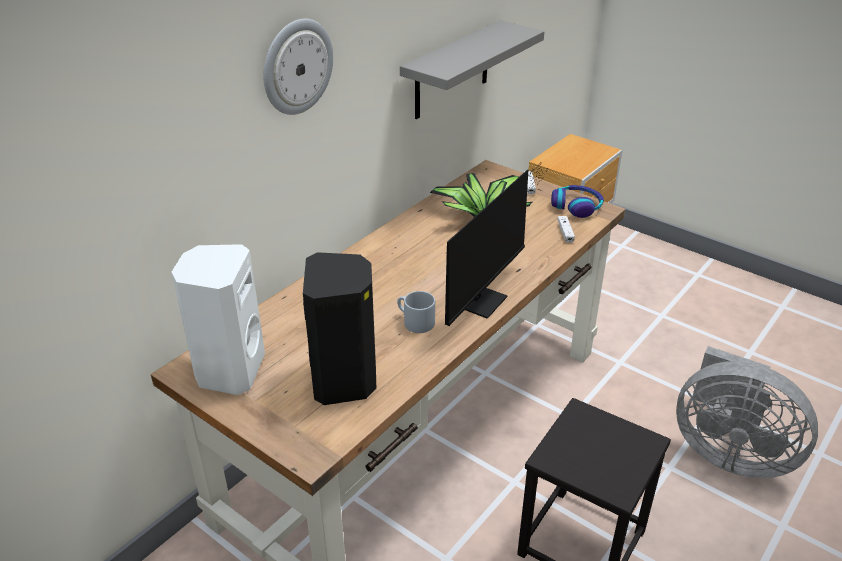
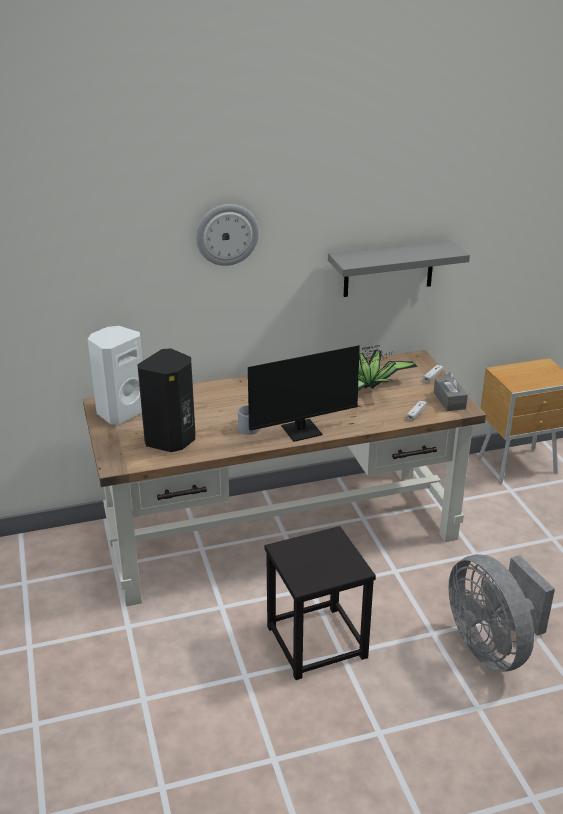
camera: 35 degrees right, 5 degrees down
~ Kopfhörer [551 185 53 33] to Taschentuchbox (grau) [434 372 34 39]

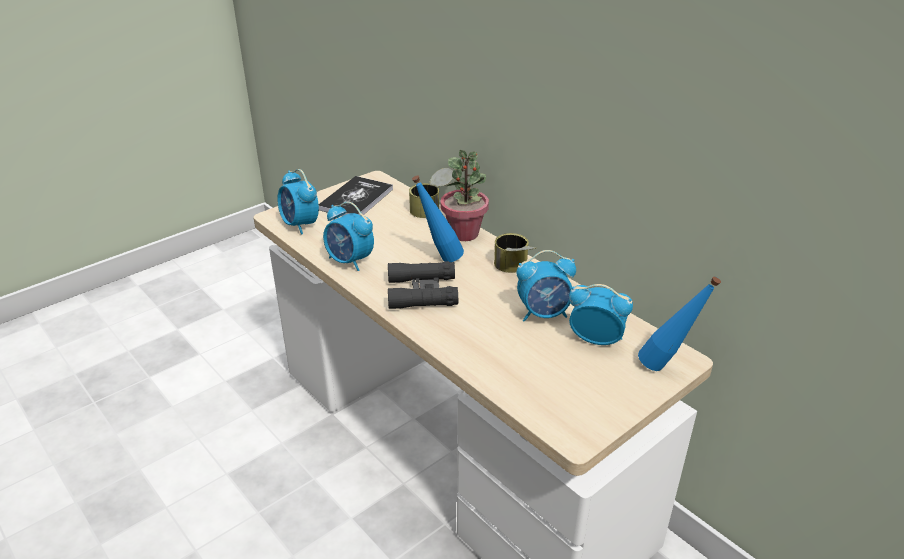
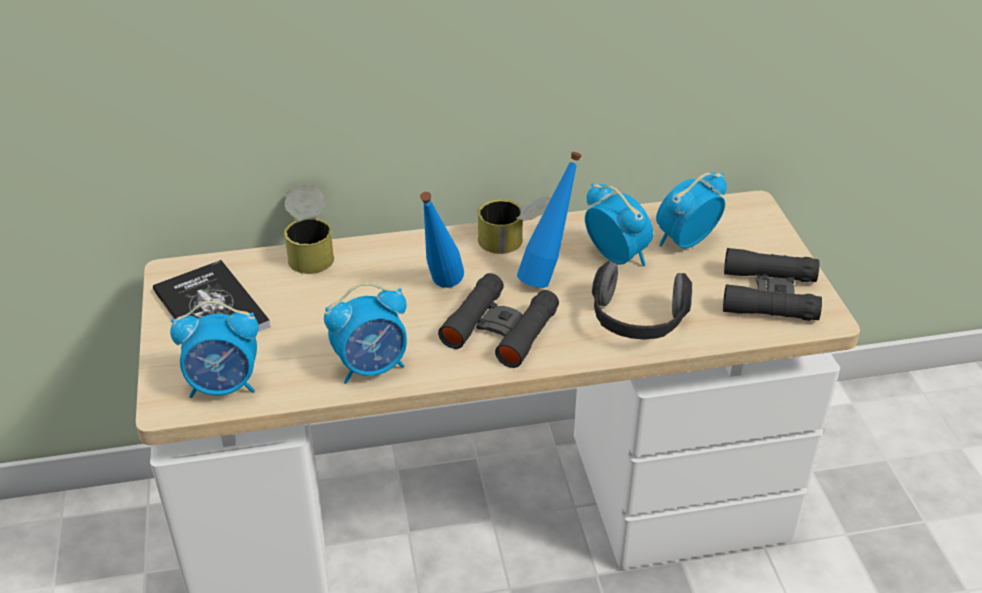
camera: 60 degrees left, 5 degrees up
- Topfpflanze [440 150 49 91]
~ Wecker [517 250 59 71] = [585 183 68 83] 60 degrees counterclockwise
~ Flasche (blau) [638 276 83 95] to [517 152 65 136]
+ Kopfhörer [592 261 101 79]
+ Fernglas (schwarz) [723 248 99 73]

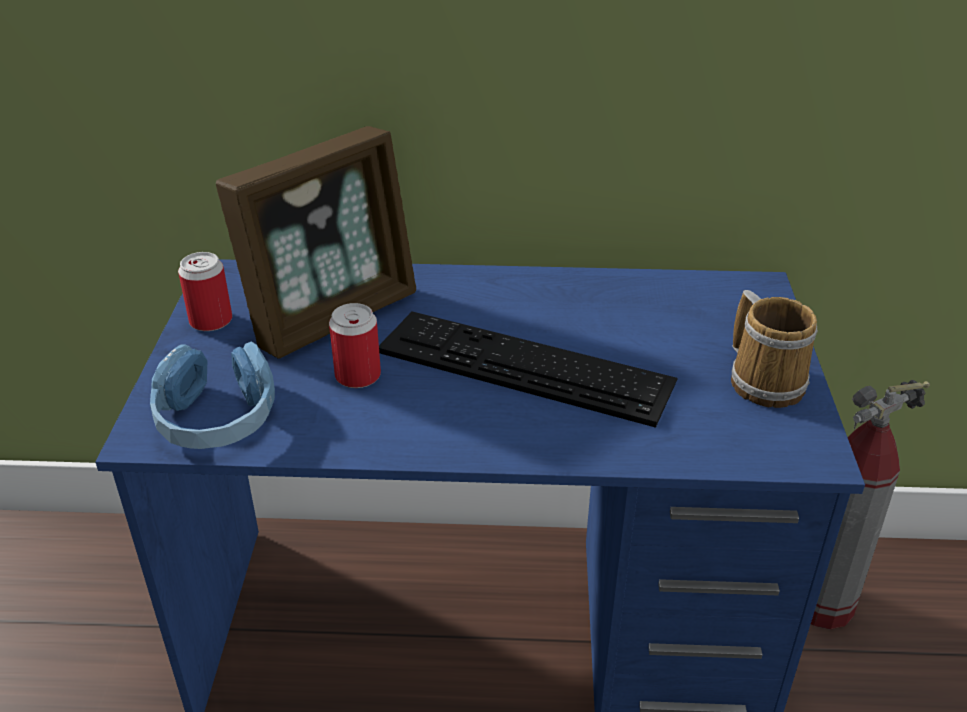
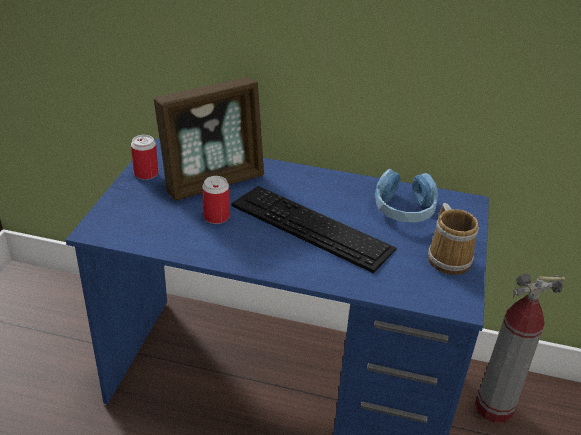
camera: 10 degrees right, 0 degrees up
~ Kopfhörer (blau) [150 342 125 107] to [375 169 63 54]

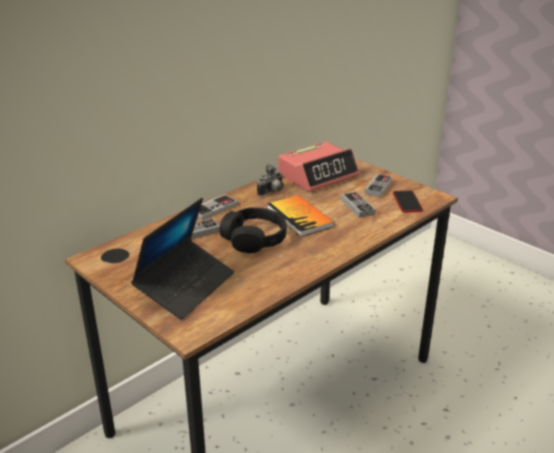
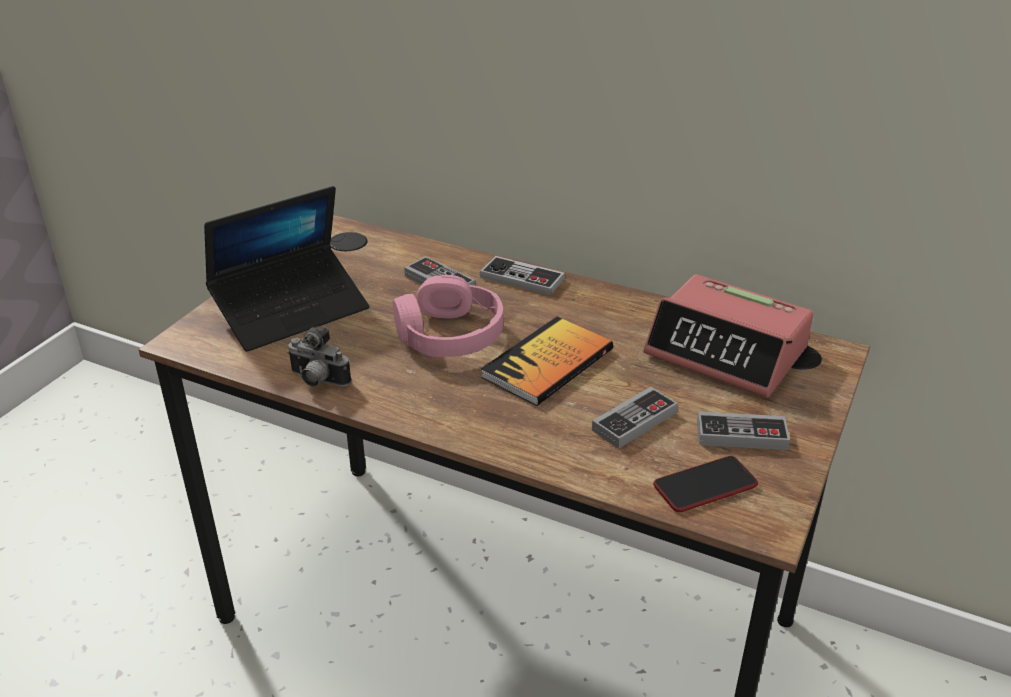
camera: 70 degrees right, 5 degrees up
~ Laptop [131 198 103 122] = [204 186 165 166] 45 degrees counterclockwise
~ Kopfhörer (schwarz) [219 207 68 46] to Kopfhörer (rosa) [393 275 111 82]
~ Kamera [257 164 26 32] to [287 326 64 61]

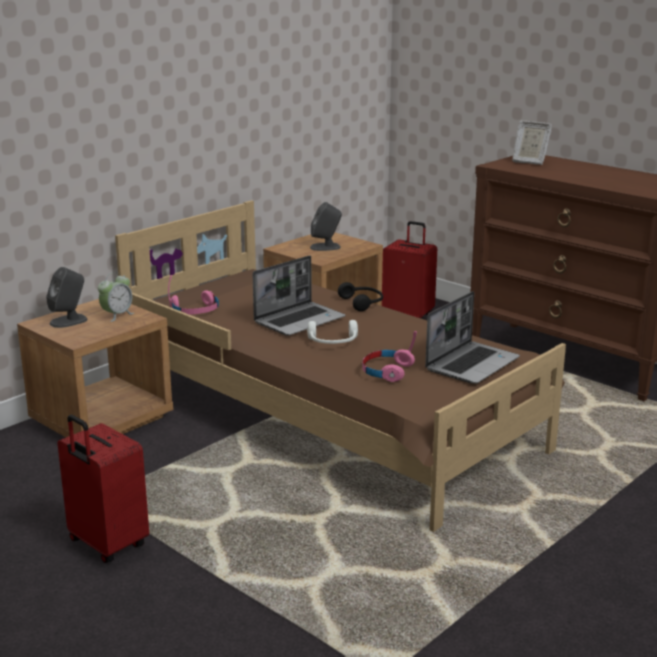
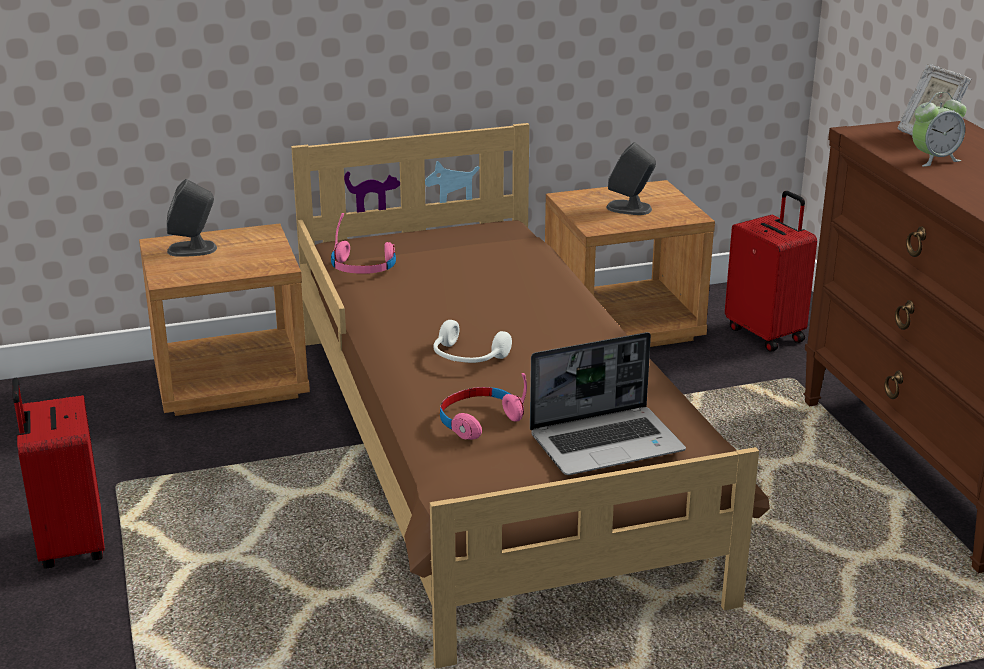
camera: 30 degrees right, 5 degrees up
~ Wecker [98 272 36 50] to [912 92 54 75]
- Laptop [253 255 92 81]
- Kopfhörer (schwarz) [338 282 45 29]

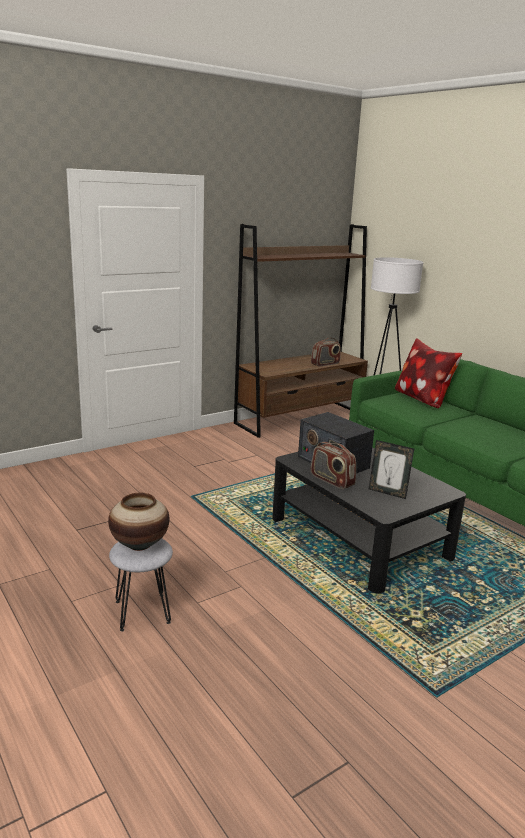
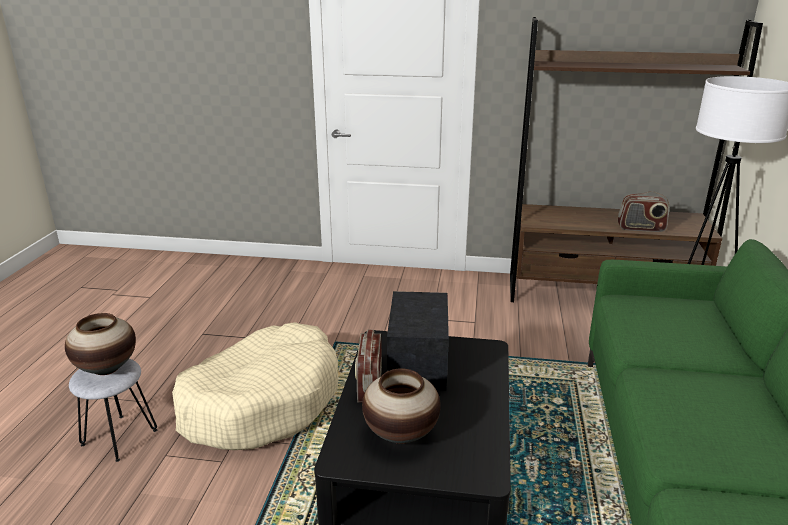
camera: 45 degrees right, 5 degrees up
~ Bilderrahmen [369 440 45 59] to Vase [362 368 79 76]
- Kissen [395 338 67 70]
+ Hundebett (beige) [172 322 167 128]

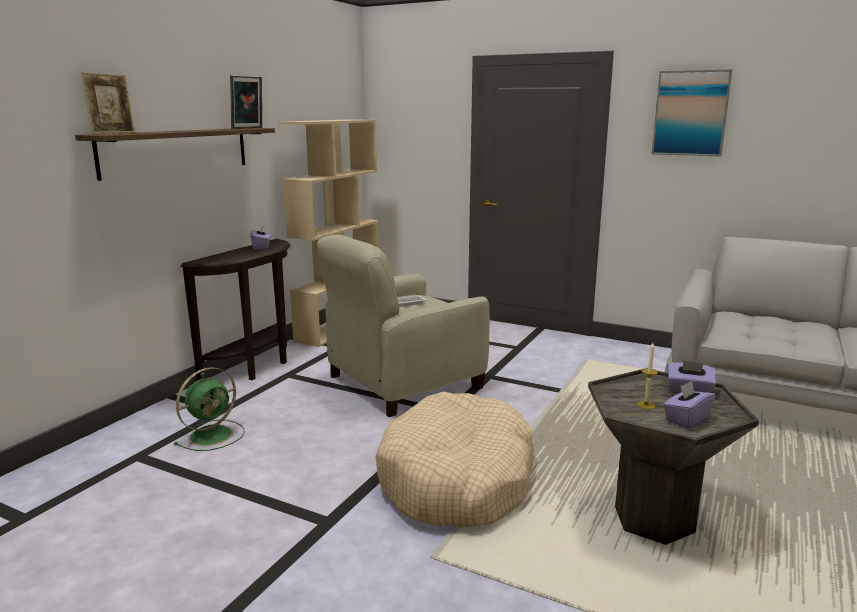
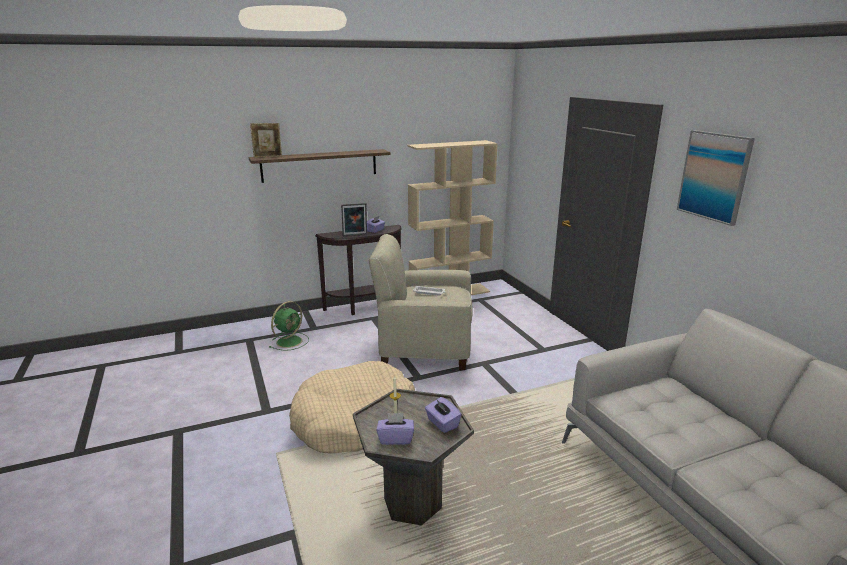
camera: 40 degrees right, 5 degrees up
~ Ventilator (grün) [174 367 71 84] = [269 301 40 50] 45 degrees counterclockwise
~ Bilderrahmen [230 76 32 53] to [341 203 26 33]

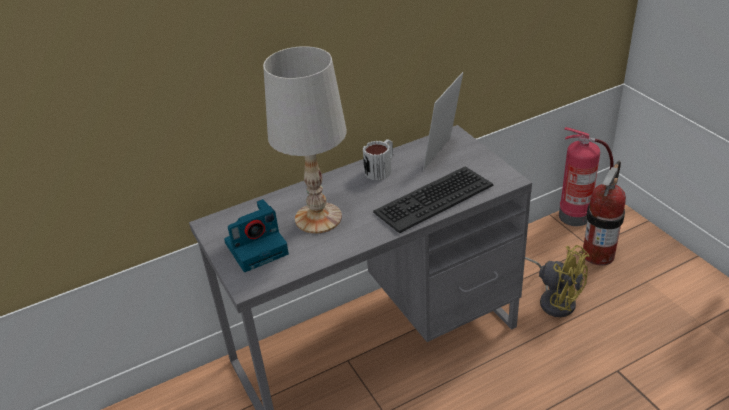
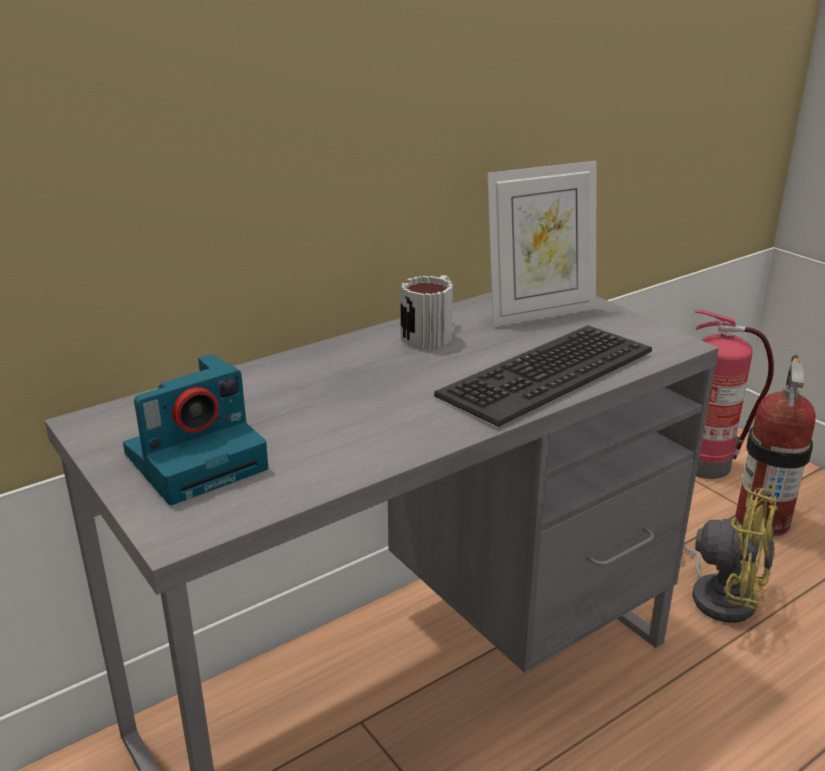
camera: 10 degrees left, 10 degrees down
- Tischlampe (weiß) [263 46 84 188]
~ Bilderrahmen [423 72 40 99] = [487 161 110 166] 135 degrees counterclockwise

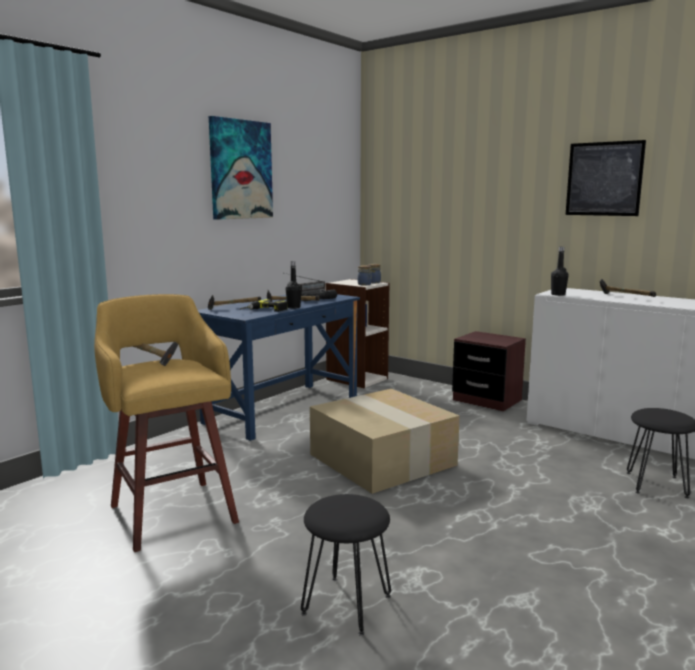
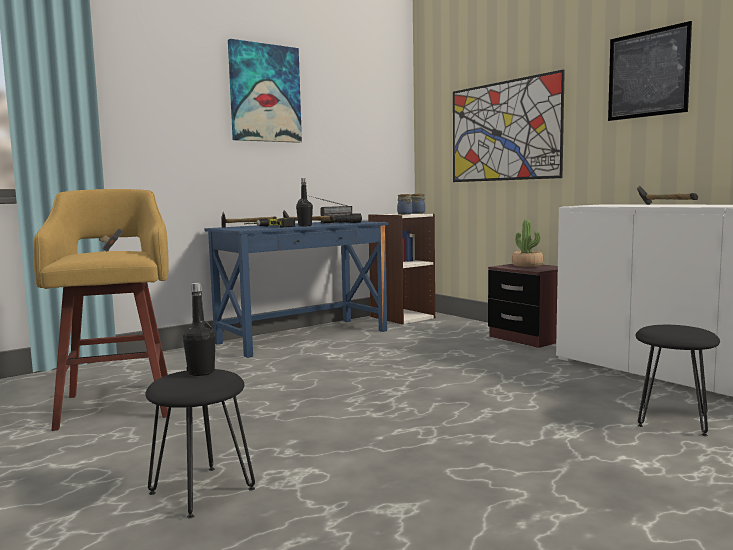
camera: 15 degrees right, 5 degrees down
- Karton [310 389 150 105]
~ Flasche (schwarz) [551 247 17 49] to [183 282 33 94]
+ Bild [453 69 112 113]
+ Topfpflanze [512 219 31 48]

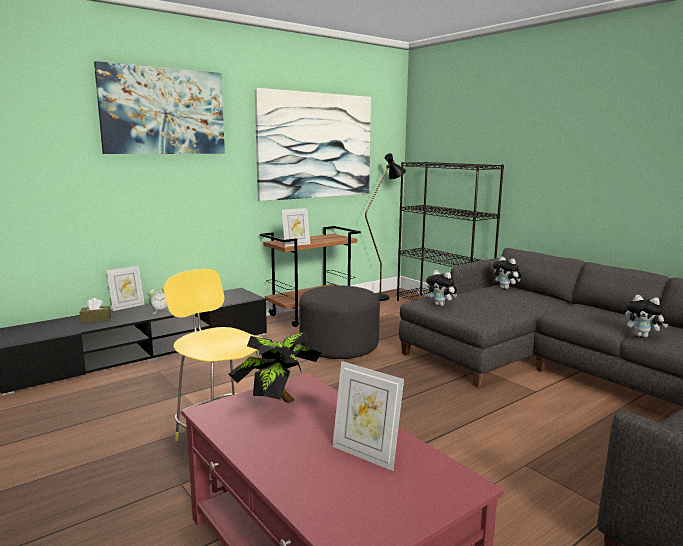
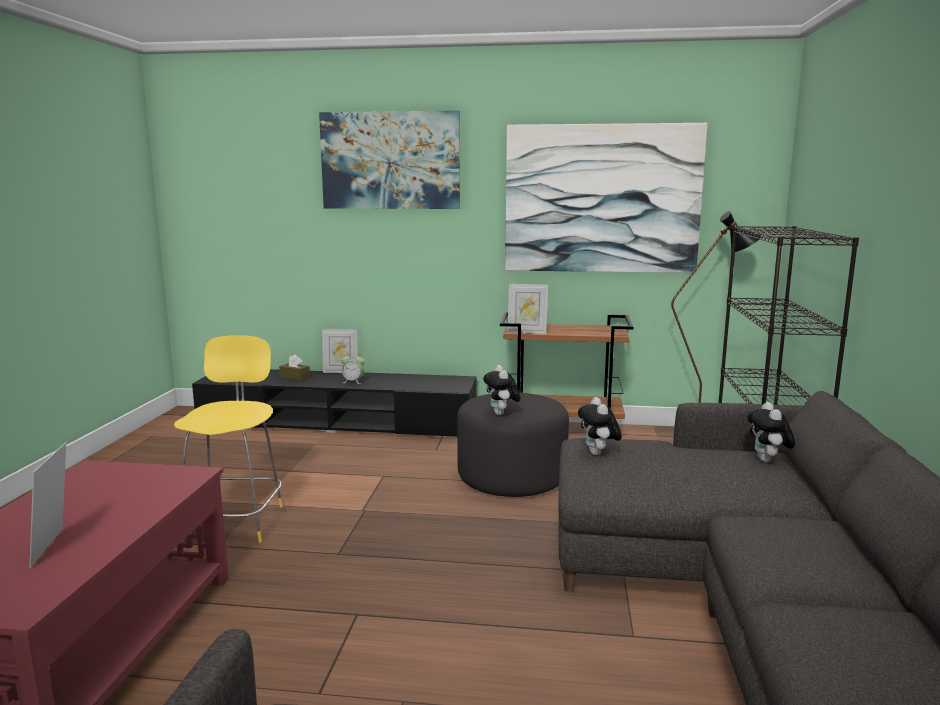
camera: 45 degrees right, 0 degrees up
- Topfpflanze [229 331 95 72]
~ Plüschtier [625 295 44 43] to [483 365 38 50]

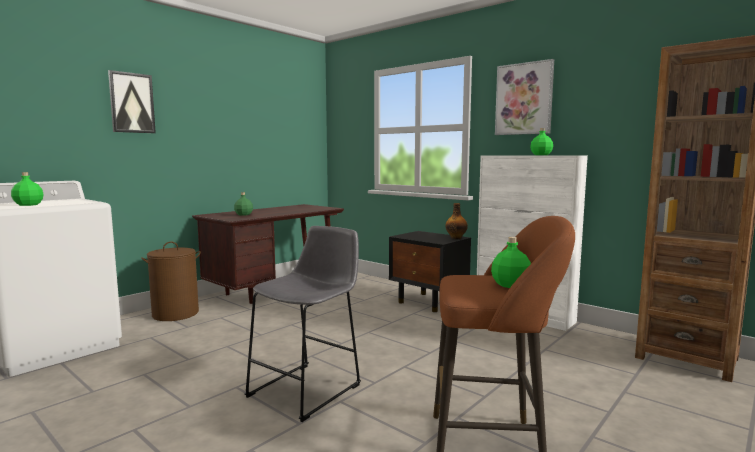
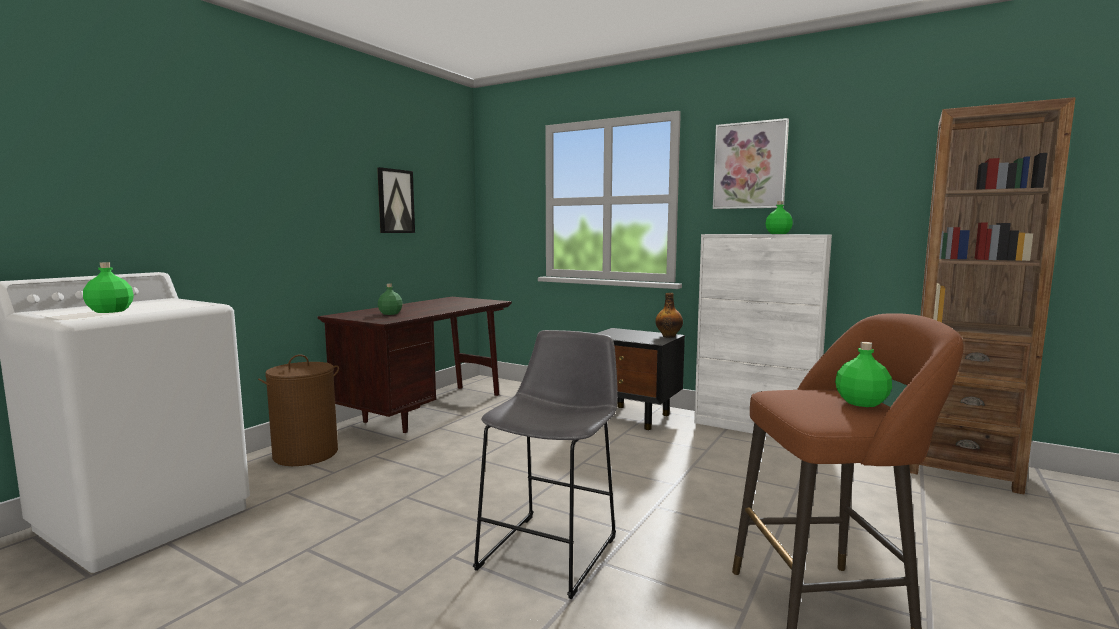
camera: 10 degrees left, 0 degrees up
~ Bild [108 70 48 63] to [377 167 38 66]

